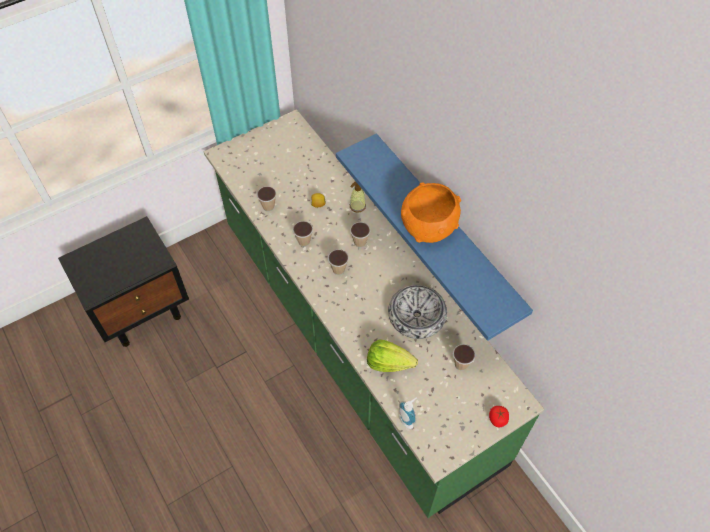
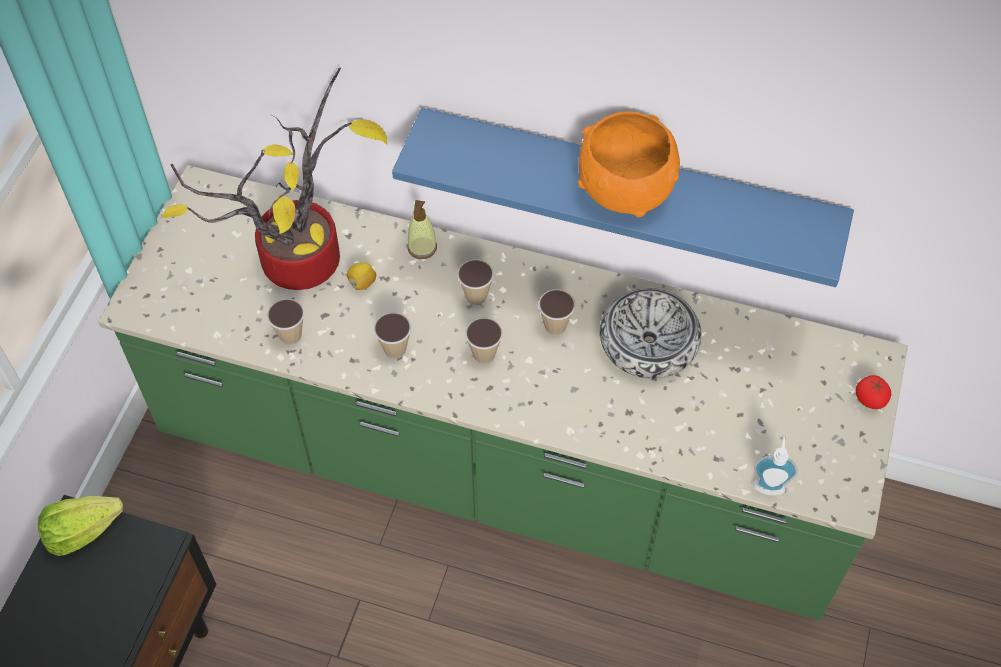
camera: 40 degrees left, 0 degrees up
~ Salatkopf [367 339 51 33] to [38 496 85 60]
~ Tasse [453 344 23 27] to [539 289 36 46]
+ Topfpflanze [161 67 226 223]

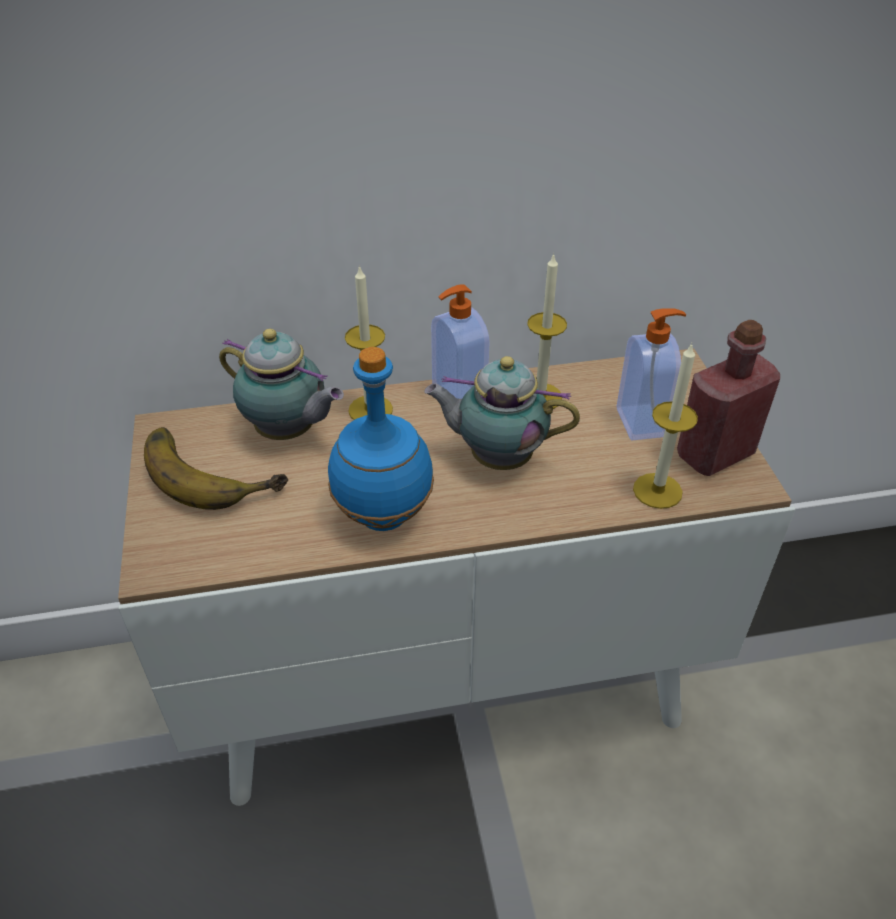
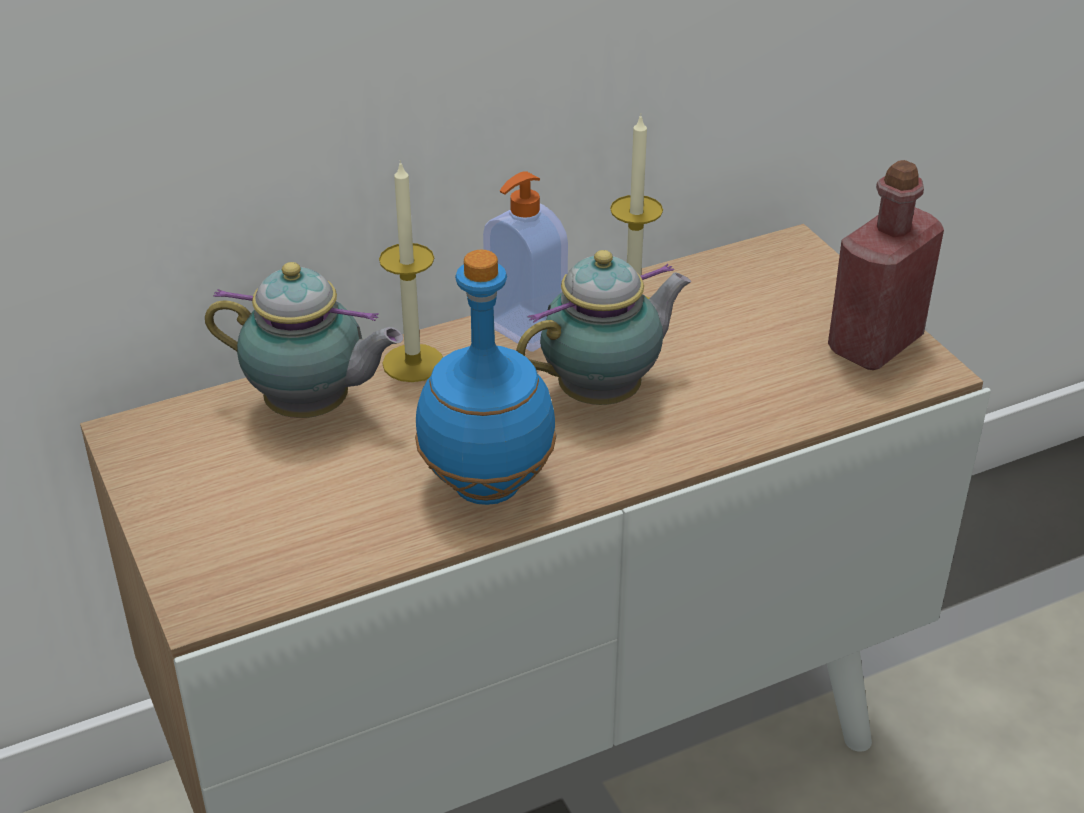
camera: 15 degrees left, 5 degrees down
- Banane [144 427 144 83]
~ Teekanne [424 356 156 114] = [516 250 175 155] 150 degrees clockwise
- Seifenspender [617 308 69 132]
- Kerze [633 343 65 166]

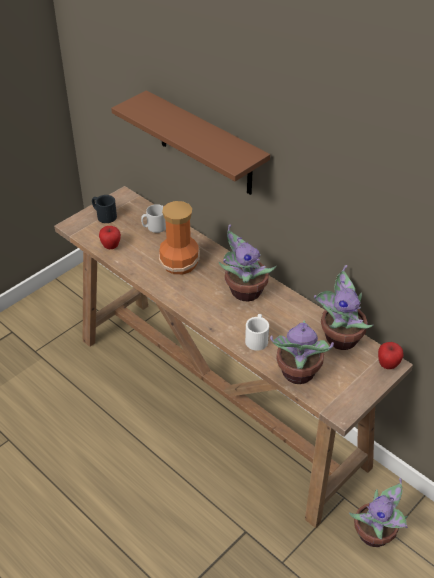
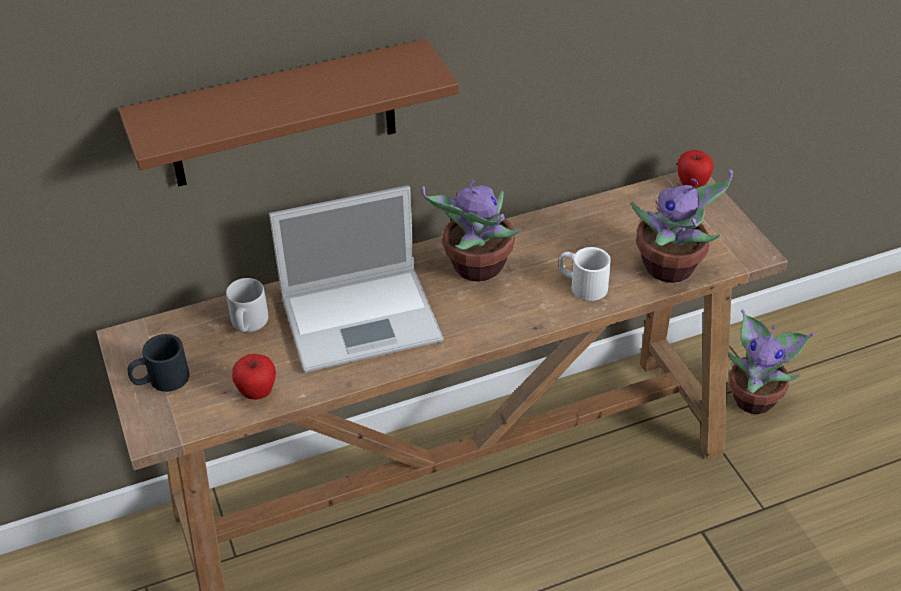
camera: 65 degrees left, 0 degrees up
~ Vase [159 201 41 74] to Laptop [269 185 174 188]
- Topfpflanze [314 265 59 85]

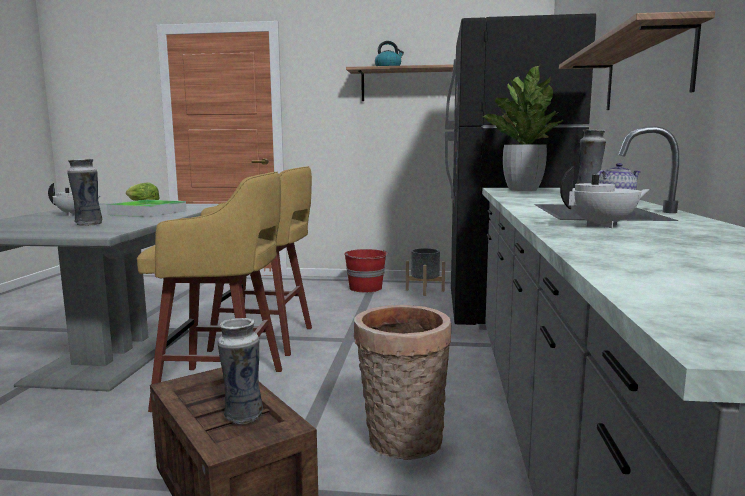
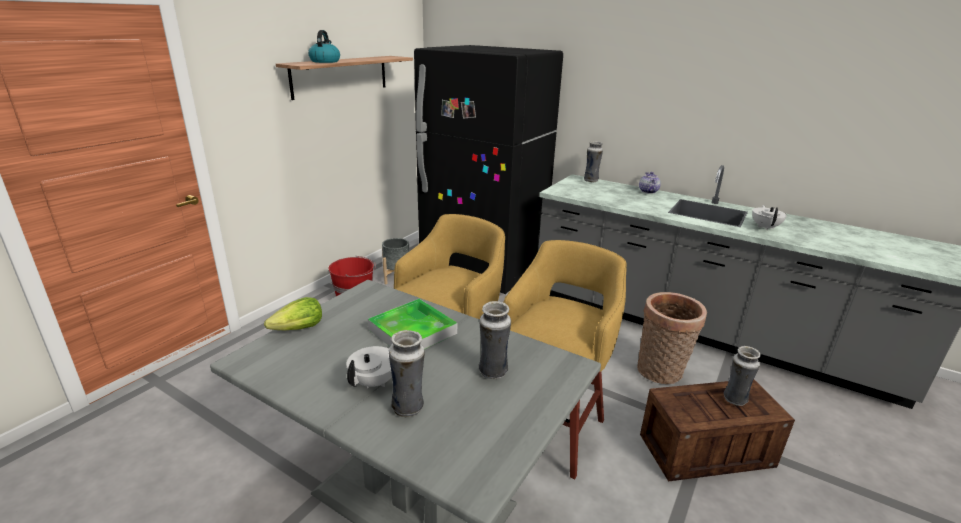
camera: 65 degrees left, 15 degrees up
- Topfpflanze [483 66 80 125]
- Wandregal [559 11 156 99]
+ Vase [389 330 36 87]

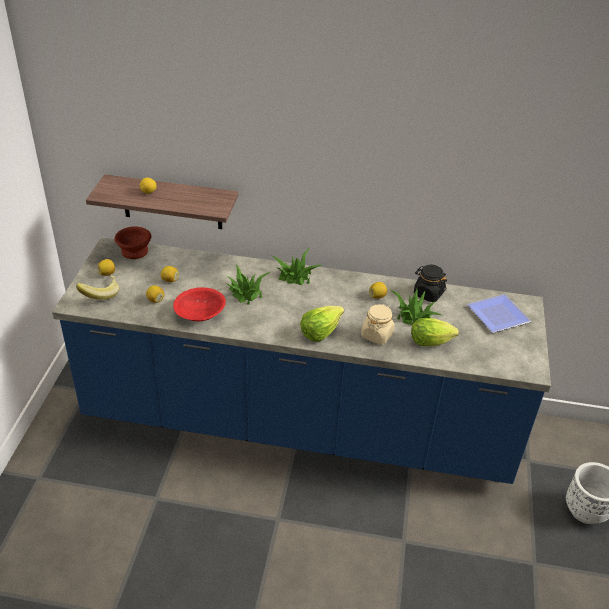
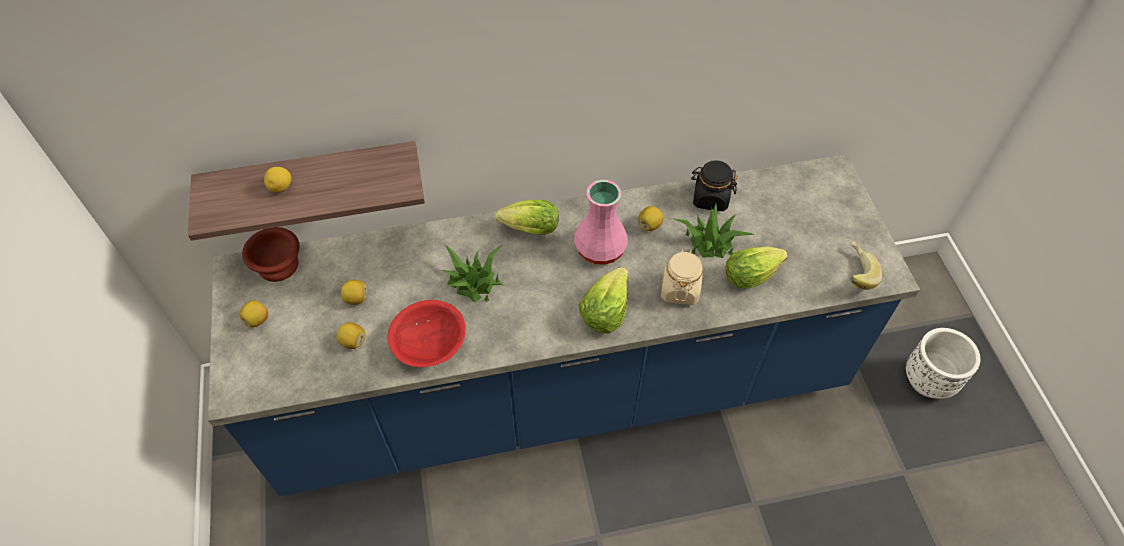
camera: 20 degrees left, 15 degrees up
~ Banane [76 276 43 24] to [850 242 32 48]
~ Topfpflanze [273 247 49 38] to Salatkopf [495 200 64 35]
- Teller [467 294 64 39]
+ Vase (rosa) [574 180 54 85]

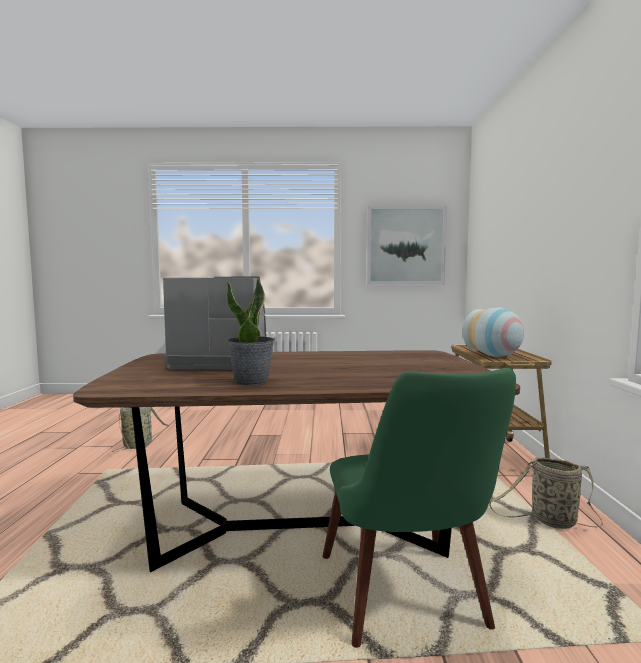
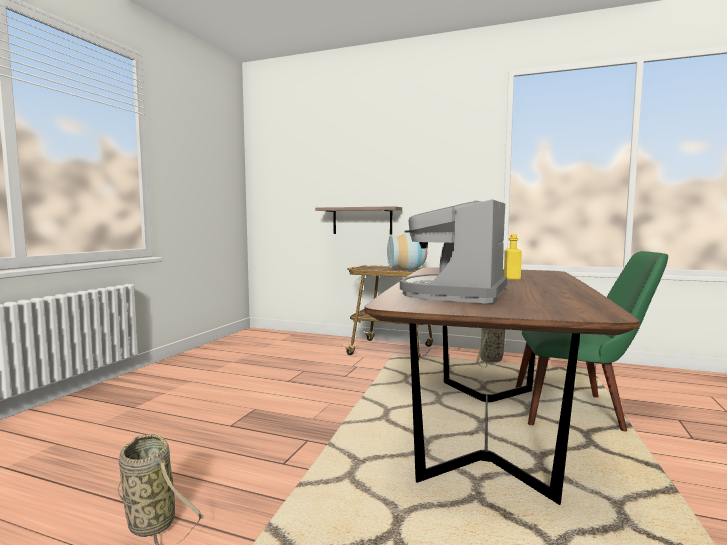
camera: 70 degrees left, 0 degrees up
- Topfpflanze [227 278 47 107]
- Bild [367 206 80 79]
+ Wandregal [315 206 87 29]
+ Flasche (gelb) [504 234 18 46]

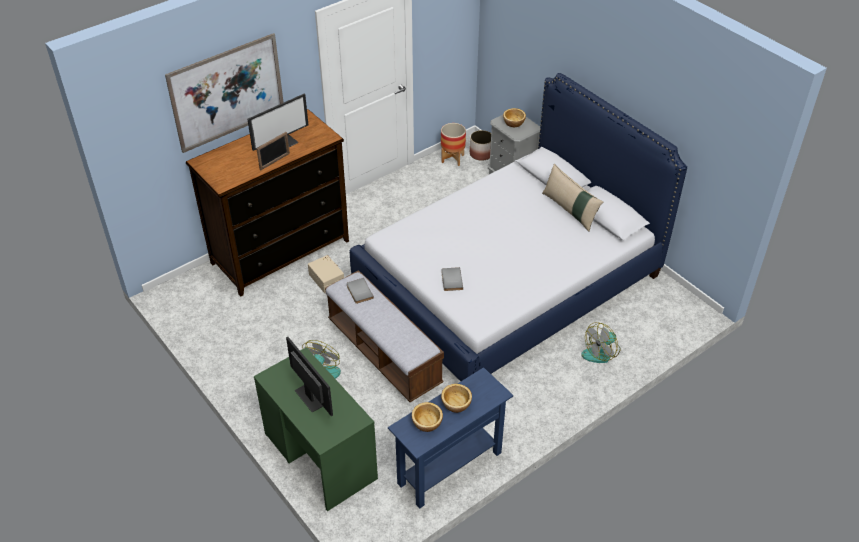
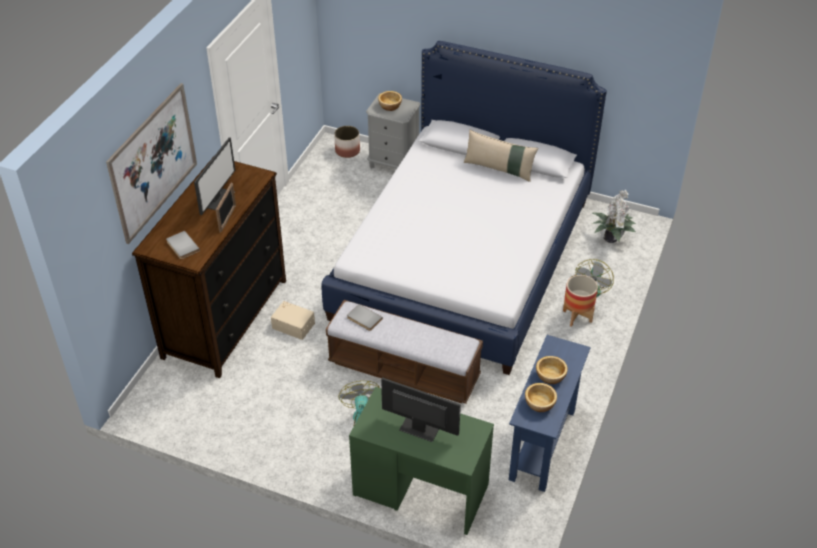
camera: 30 degrees left, 0 degrees up
~ Pflanzkübel [441 123 25 43] to [563 275 35 52]
~ Buch (grau) [441 267 22 24] to [166 231 34 28]
+ Topfpflanze [593 189 43 54]

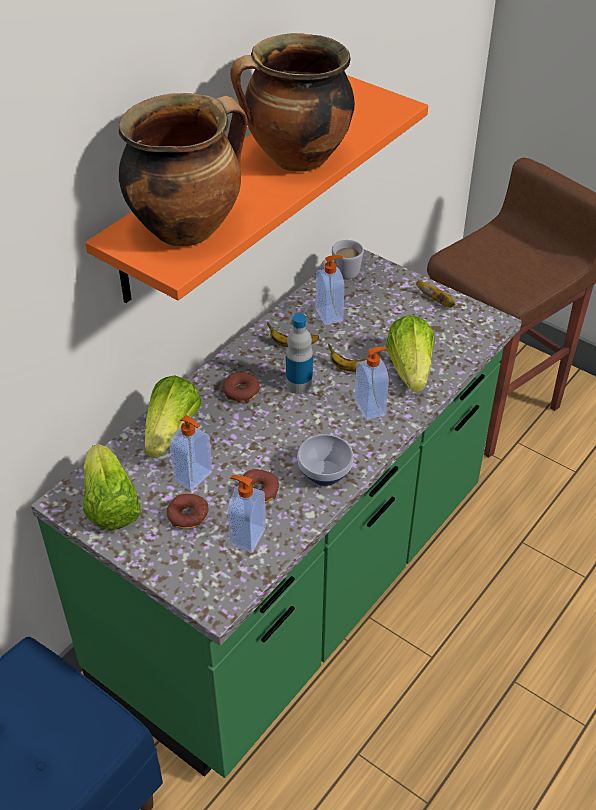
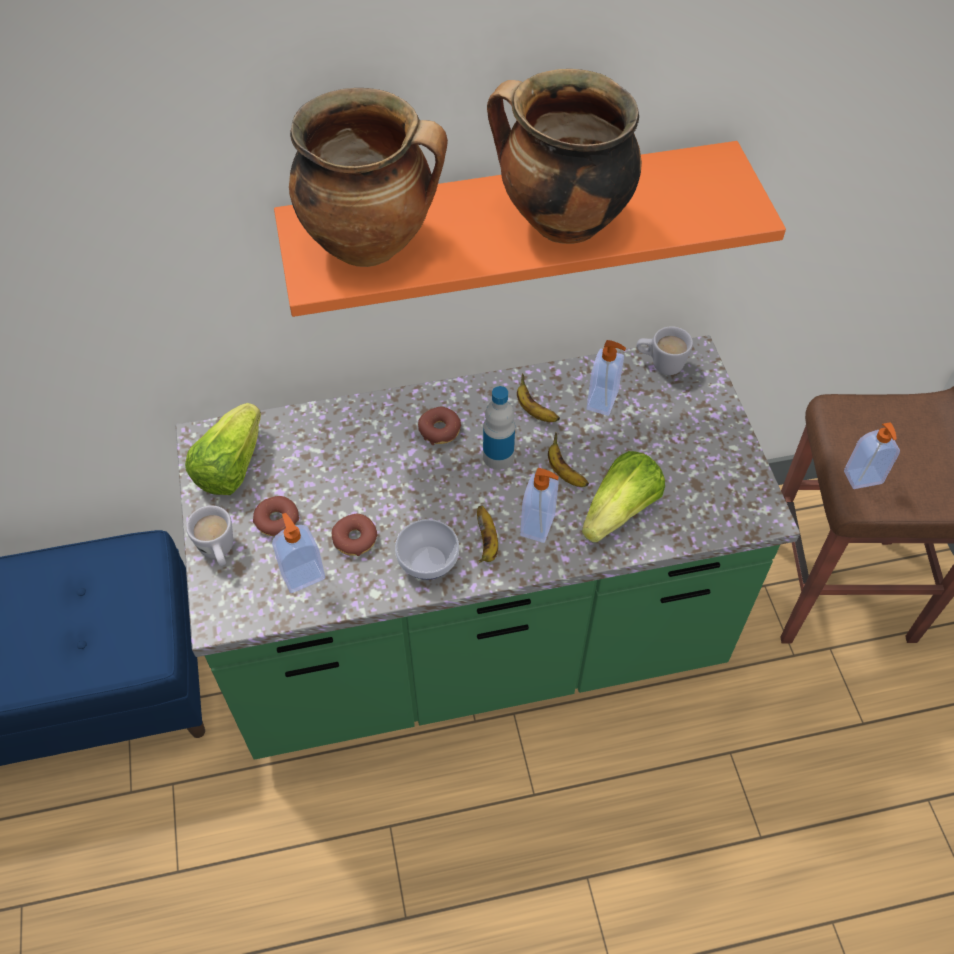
camera: 40 degrees right, 10 degrees up
- Salatkopf [145 375 56 83]
~ Seifenspender [170 415 42 76] to [844 422 56 67]
~ Banane [416 281 39 26] to [477 505 21 58]
+ Henkelbecher (weiß) [186 505 47 61]

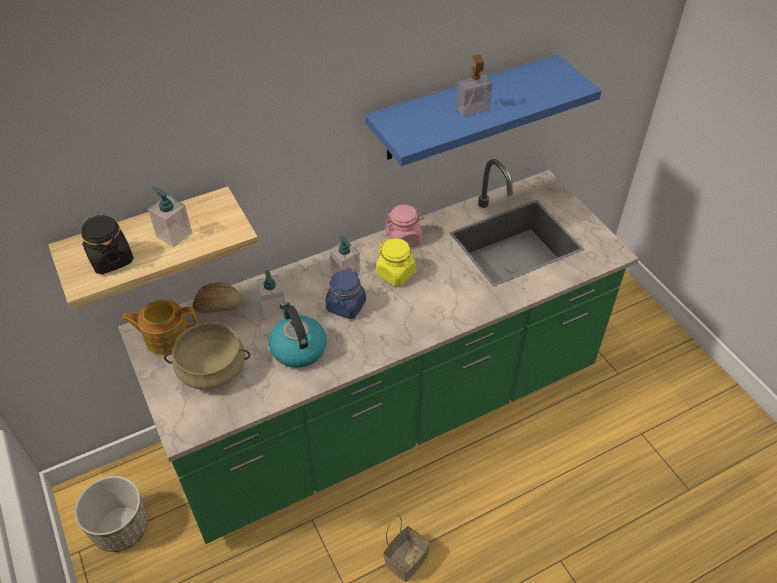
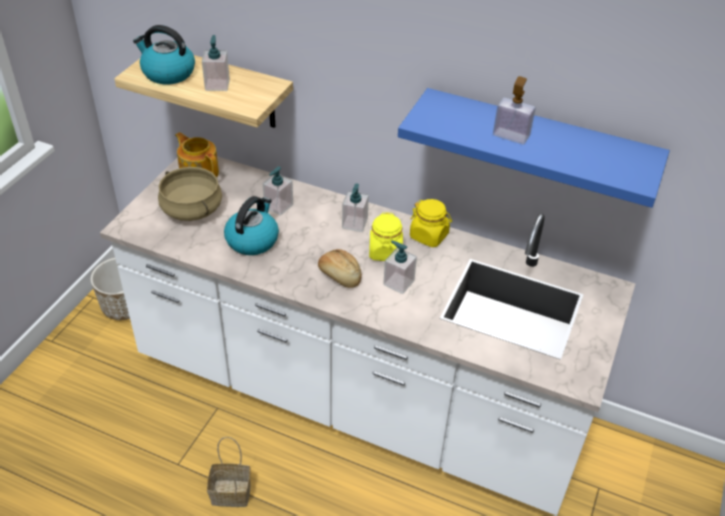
camera: 50 degrees right, 5 degrees down
~ Vorratsglas (schwarz) [82 215 52 59] to Wasserkessel [133 25 62 59]
~ Küchenzeile (grün) [118 159 521 385] to Küchenzeile (weiß) [100 156 535 360]
~ Brot [193 282 49 31] to [318 249 44 39]
- Vorratsglas (blau) [325 268 41 51]
~ Vorratsglas (rosa) [384 205 41 42] to Vorratsglas (gelb) [410 199 42 48]
+ Seifenspender [383 241 34 53]

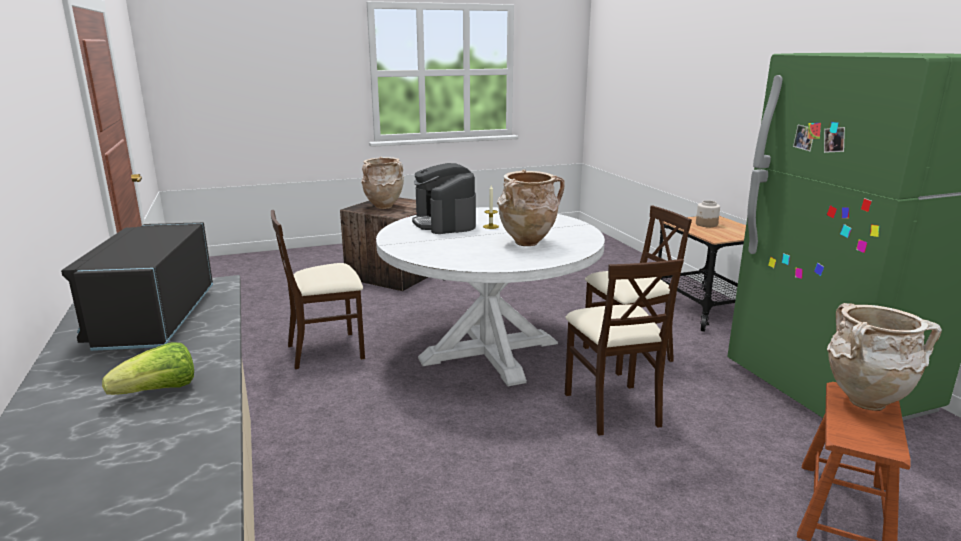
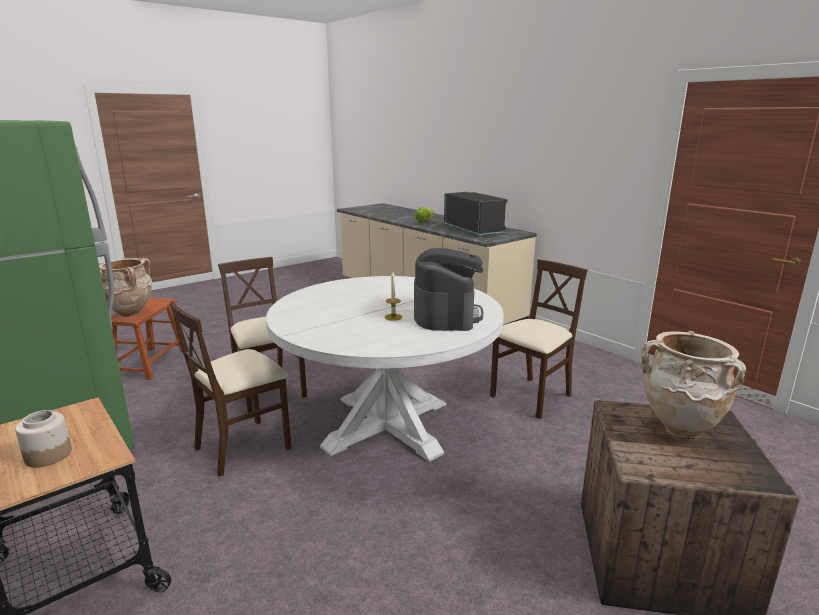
camera: 160 degrees right, 0 degrees up
~ Kaffeemaschine [412 163 64 71] = [414 248 69 83] 45 degrees clockwise
- Vase (beige) [497 170 68 76]

